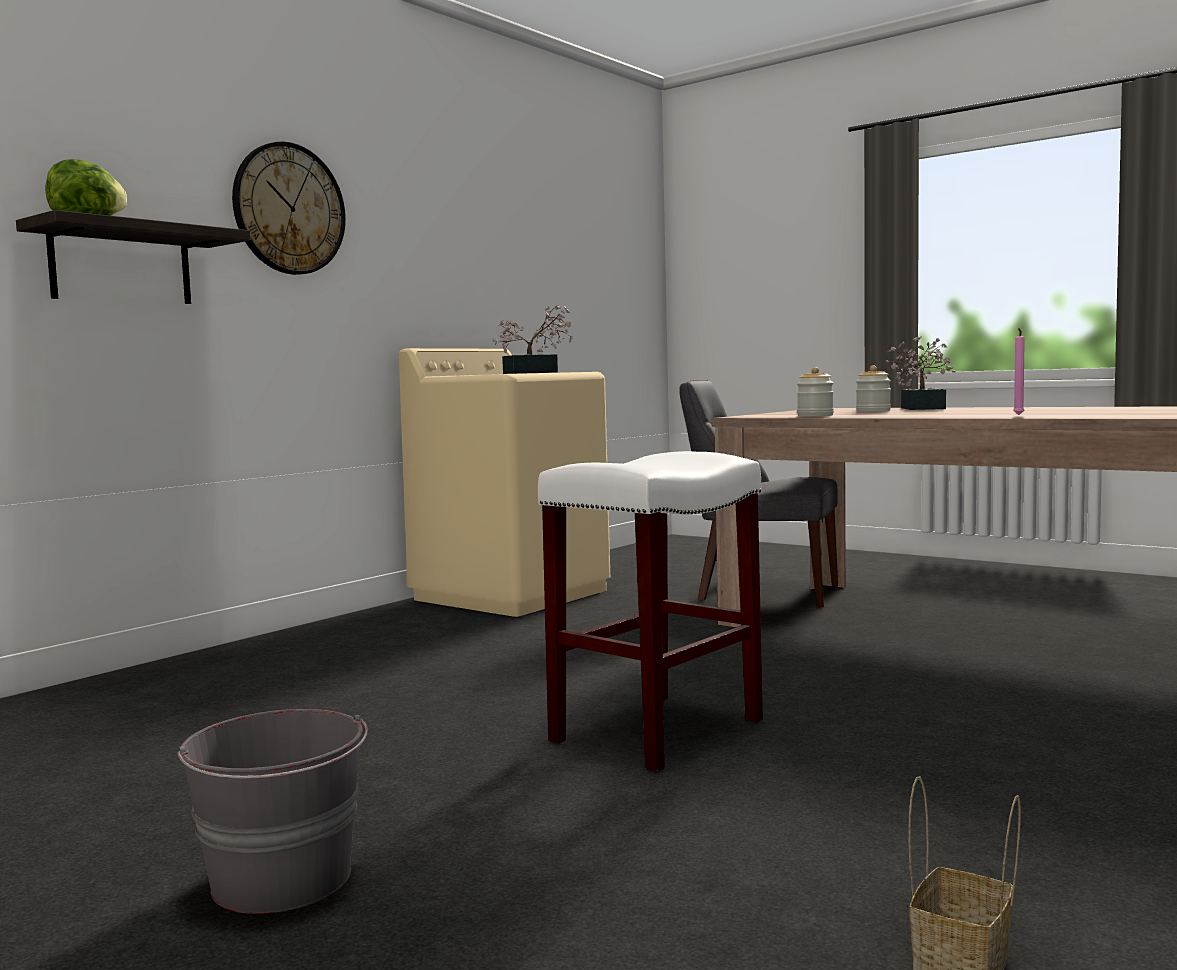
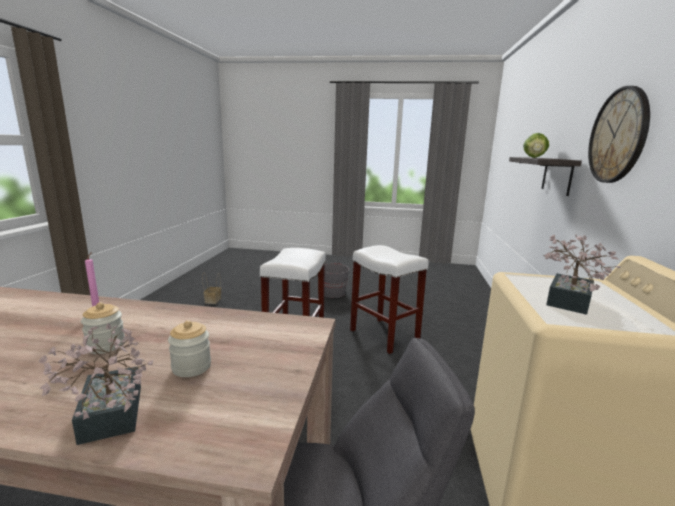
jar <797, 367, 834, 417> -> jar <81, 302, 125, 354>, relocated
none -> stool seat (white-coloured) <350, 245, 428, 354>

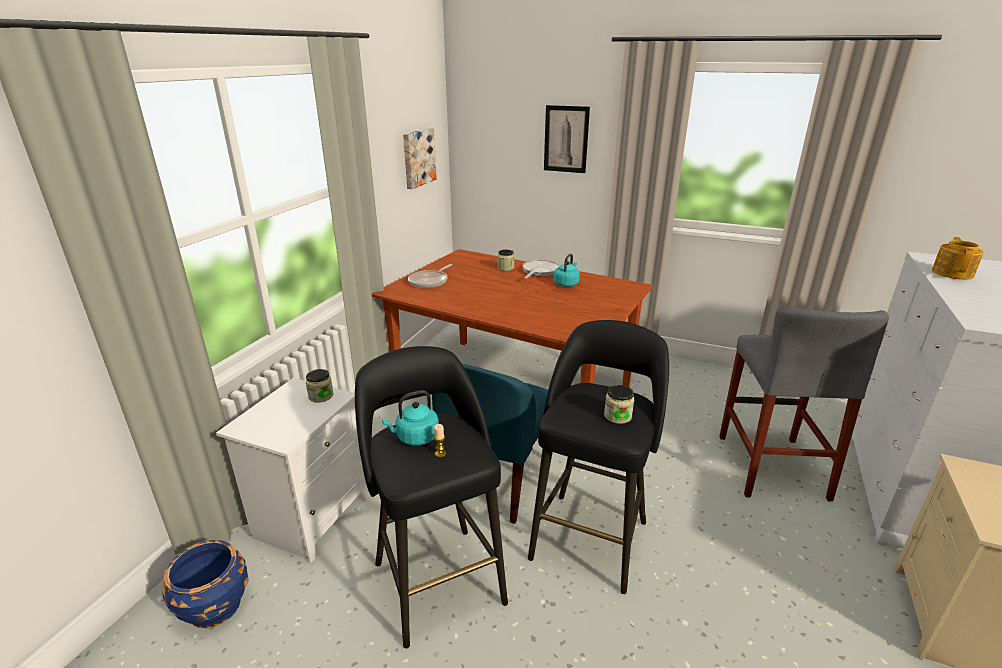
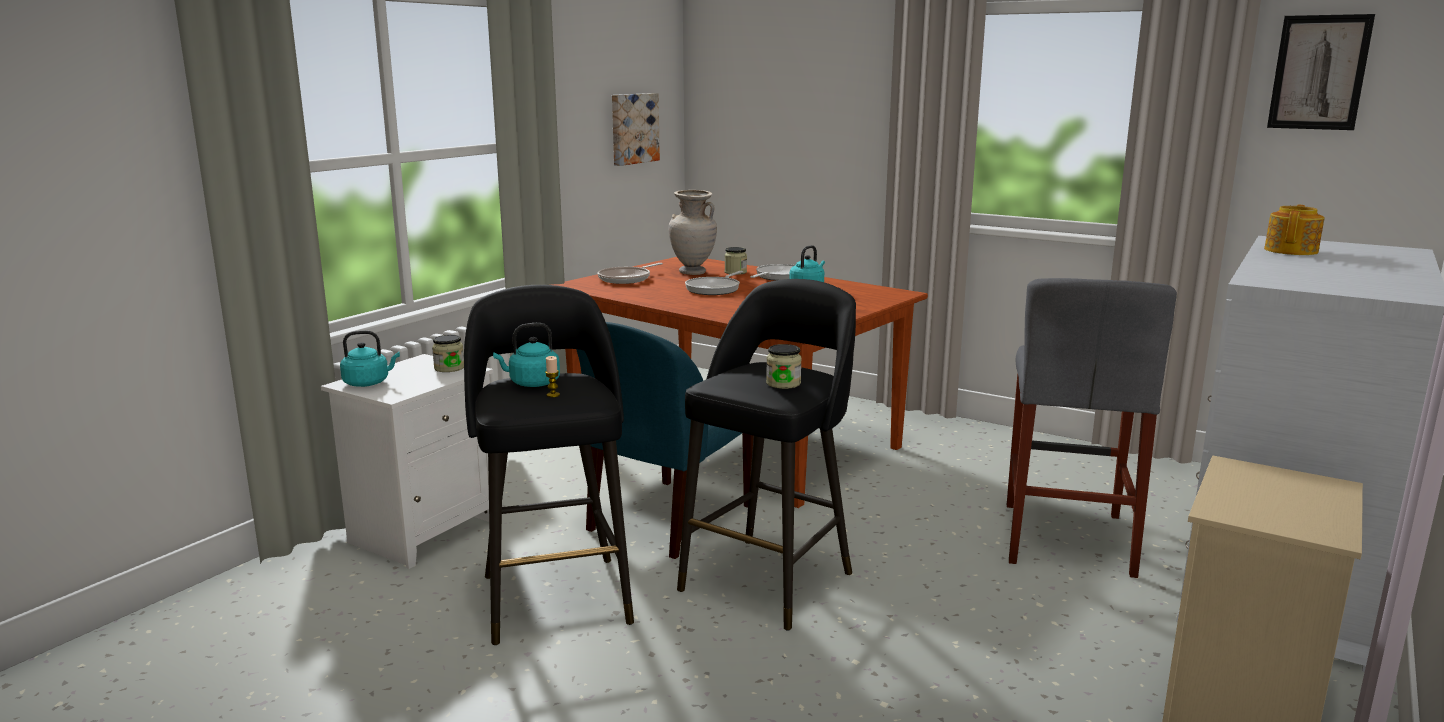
plant pot (blue) <162, 539, 249, 628> -> none
wall picture <544, 105, 590, 173> -> wall picture <1267, 14, 1375, 130>, relocated
none -> kettle (blue-green) <340, 331, 400, 387>
none -> flower vase (beige-coloured) <668, 190, 717, 275>
none -> frying pan <685, 271, 743, 295>

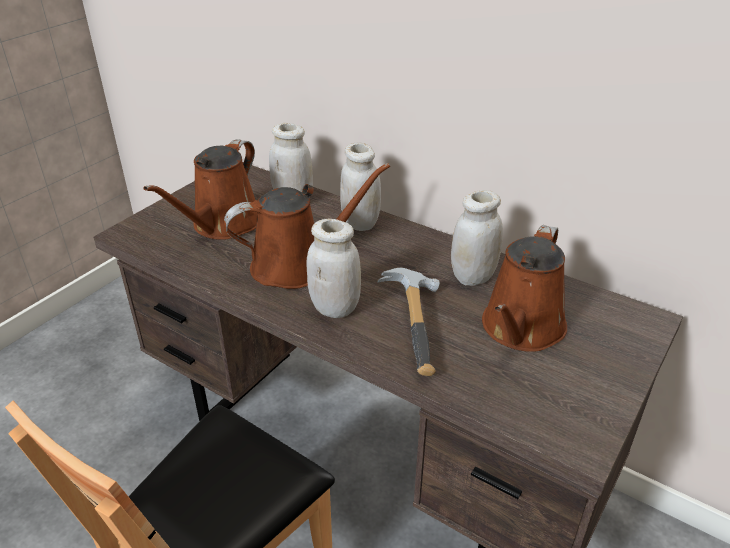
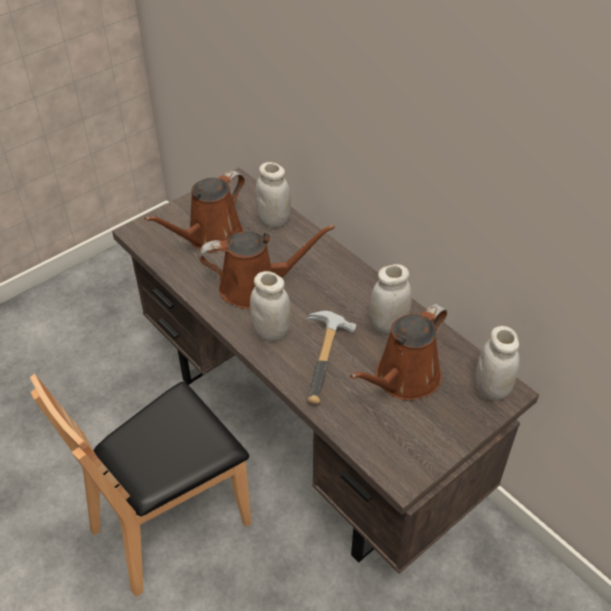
jar (white-coloured) <340, 142, 381, 231> -> jar (white-coloured) <476, 326, 520, 401>, relocated

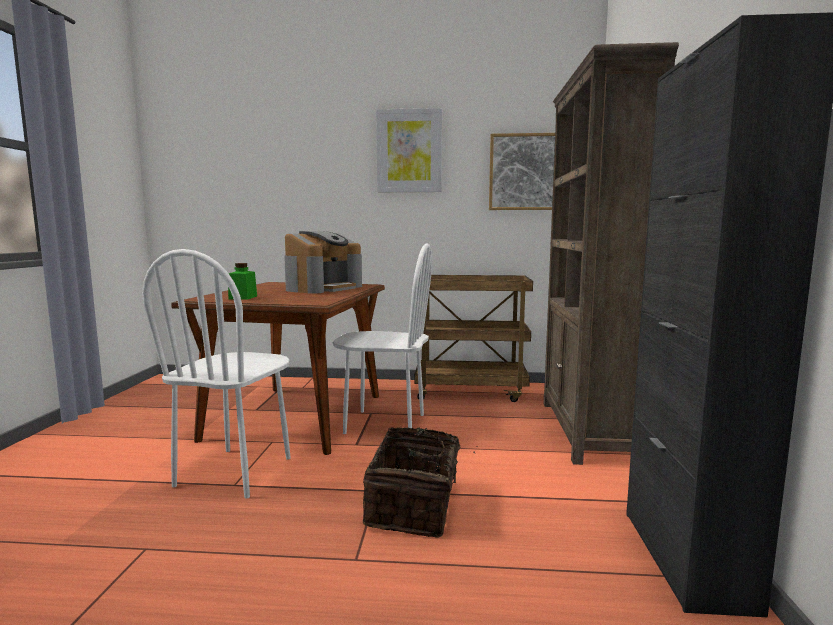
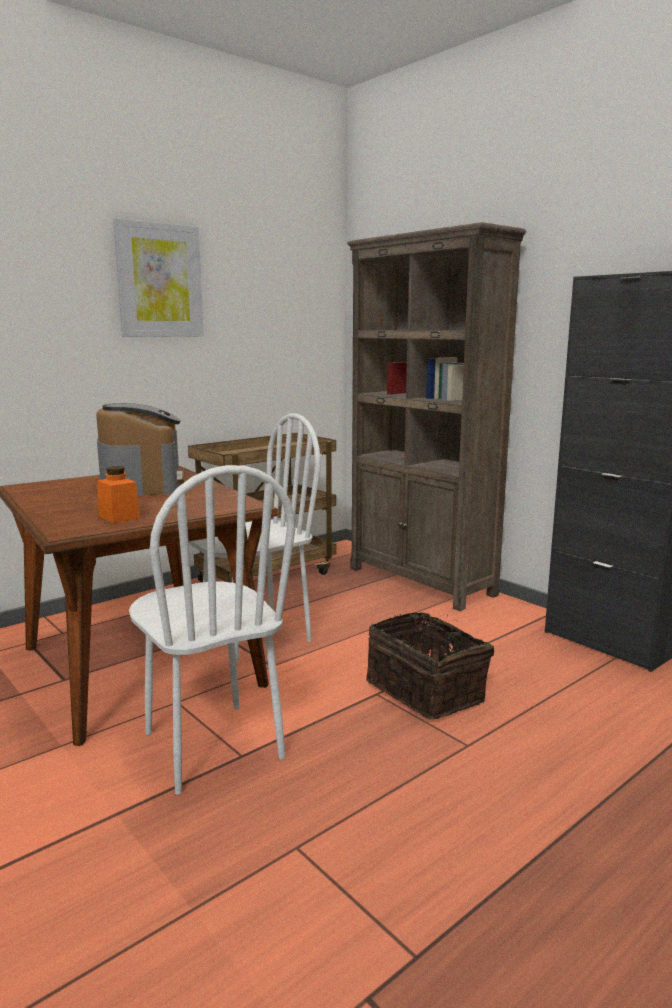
jar (green-coloured) <228, 263, 257, 300> -> jar (orangey) <97, 466, 140, 523>
wall picture <489, 133, 555, 210> -> none

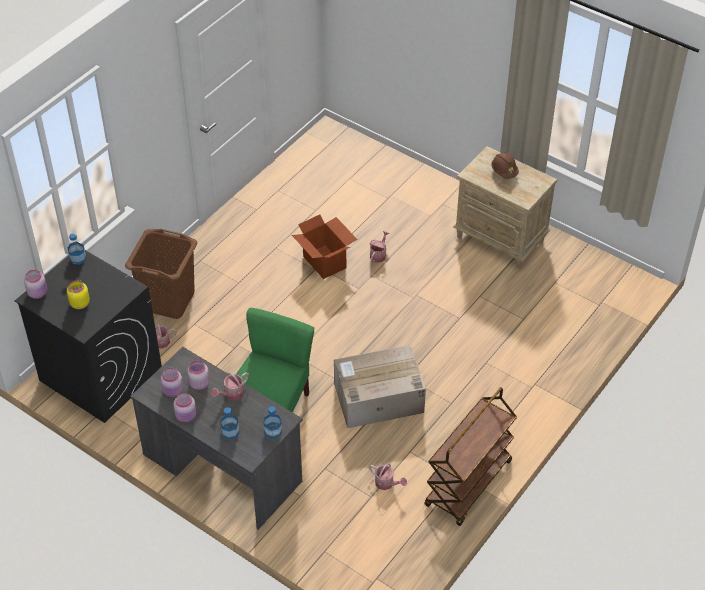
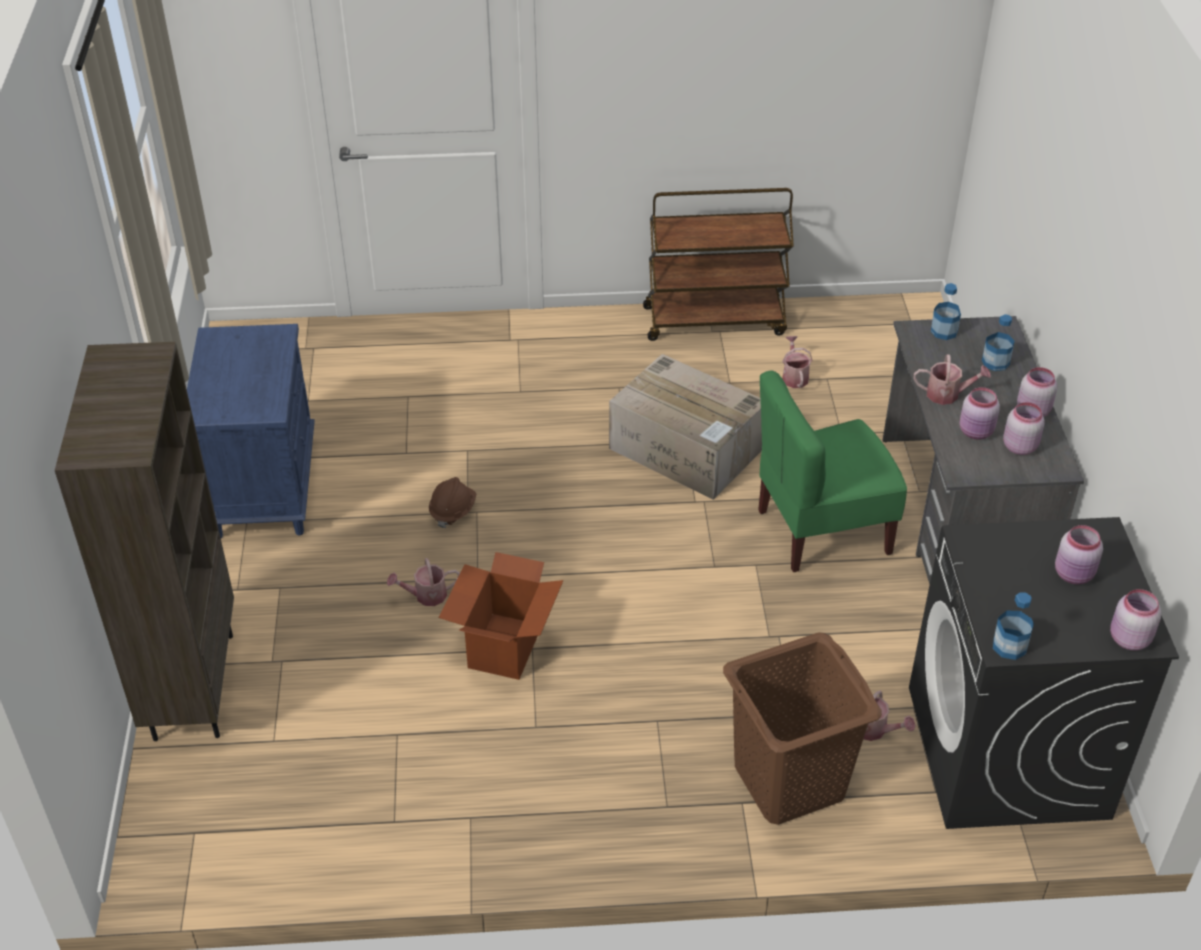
jar (yellowish) <67, 280, 90, 309> -> jar (pinkish) <1055, 525, 1103, 584>
nightstand (beige-coloured) <453, 146, 557, 268> -> nightstand (blue) <187, 324, 315, 538>
safety helmet (brown-coloured) <491, 152, 519, 179> -> safety helmet (brown-coloured) <429, 477, 476, 528>, relocated
none -> shelving unit (brown-coloured) <55, 342, 234, 741>

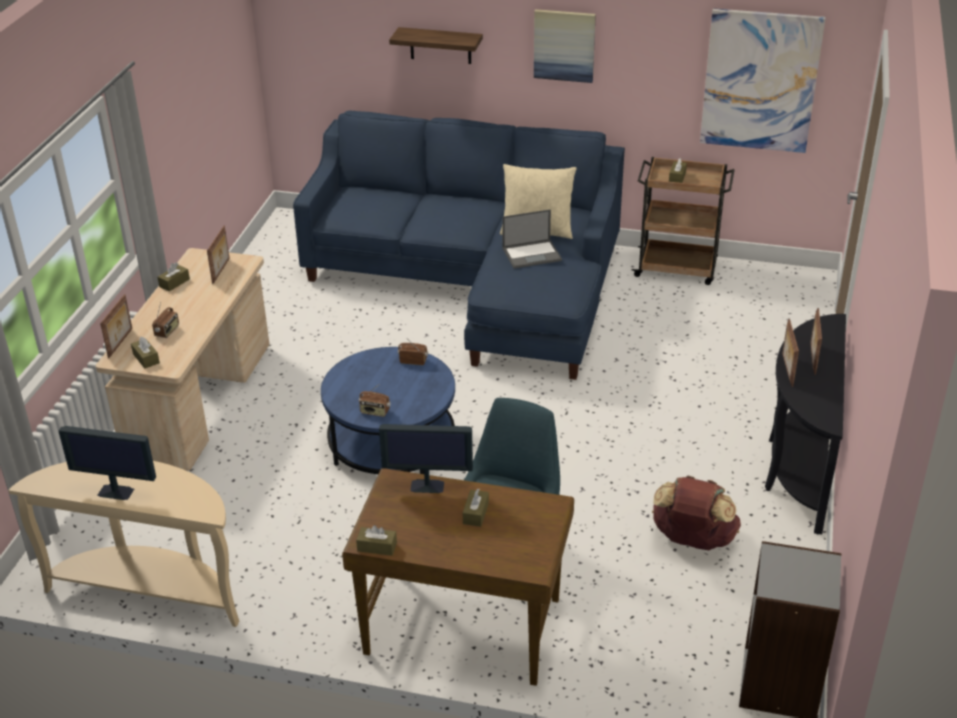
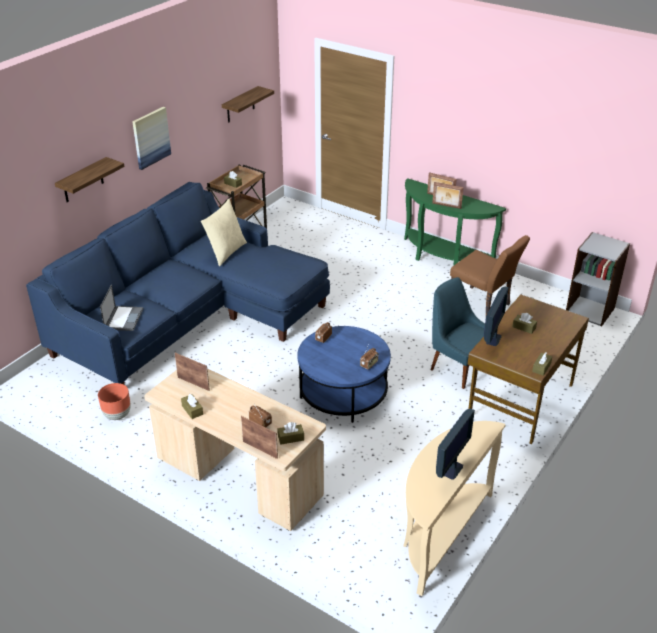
portable computer <502, 209, 562, 269> -> portable computer <100, 285, 143, 331>, relocated
rucksack (brown-coloured) <652, 476, 741, 550> -> plain chair (brown-coloured) <450, 235, 530, 315>
wall picture <700, 8, 826, 153> -> shelf <222, 86, 274, 122>
console table (black-coloured) <765, 314, 846, 534> -> console table (green-coloured) <404, 178, 506, 266>
none -> plant pot (brown-coloured) <98, 383, 131, 420>

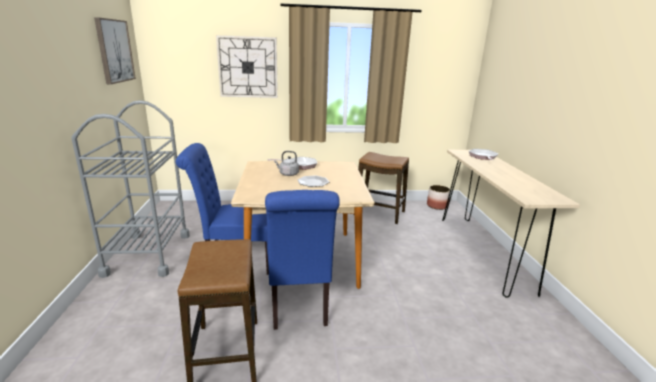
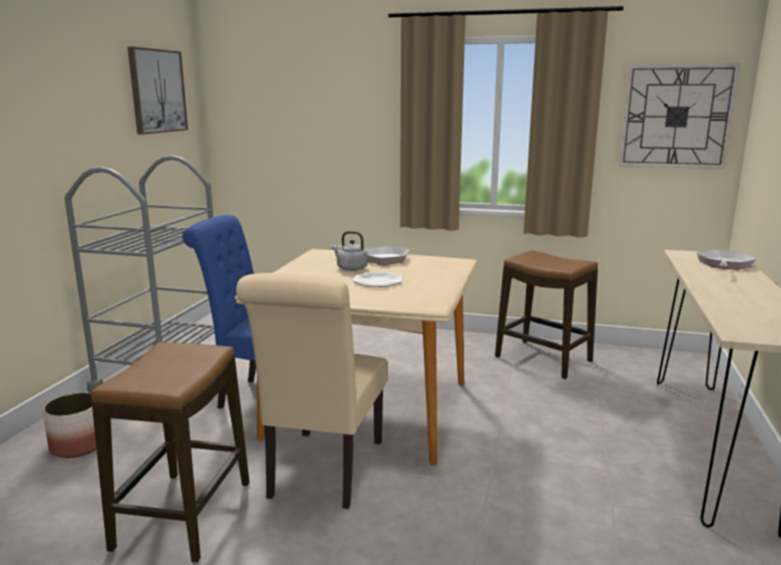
wall clock <216, 35, 278, 98> -> wall clock <619, 63, 741, 169>, relocated
plain chair (blue) <265, 190, 340, 330> -> plain chair (beige-coloured) <236, 273, 388, 509>
plant pot <427, 185, 450, 210> -> plant pot <42, 392, 96, 458>, relocated

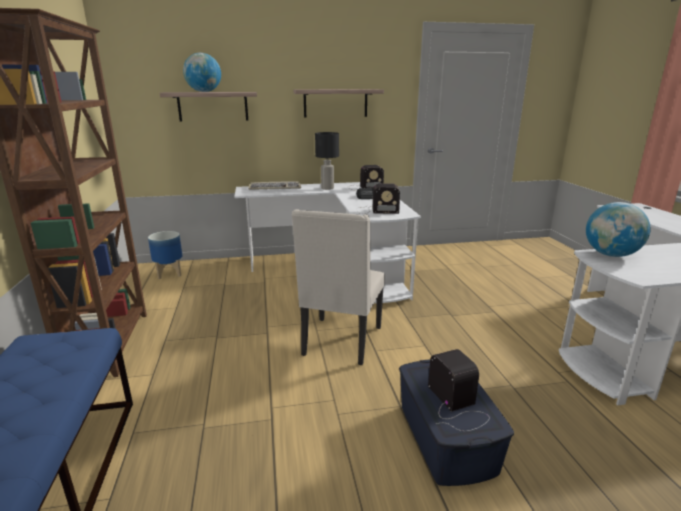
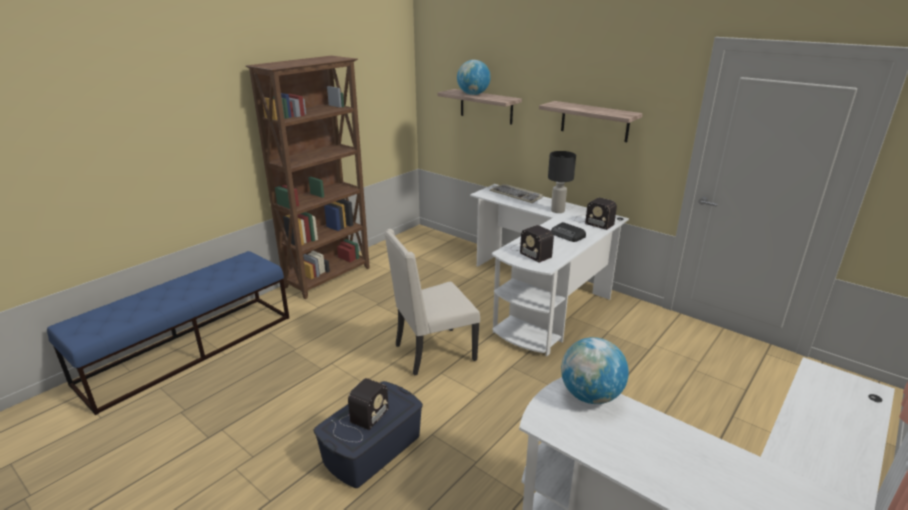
plant pot <148, 231, 183, 279> -> none

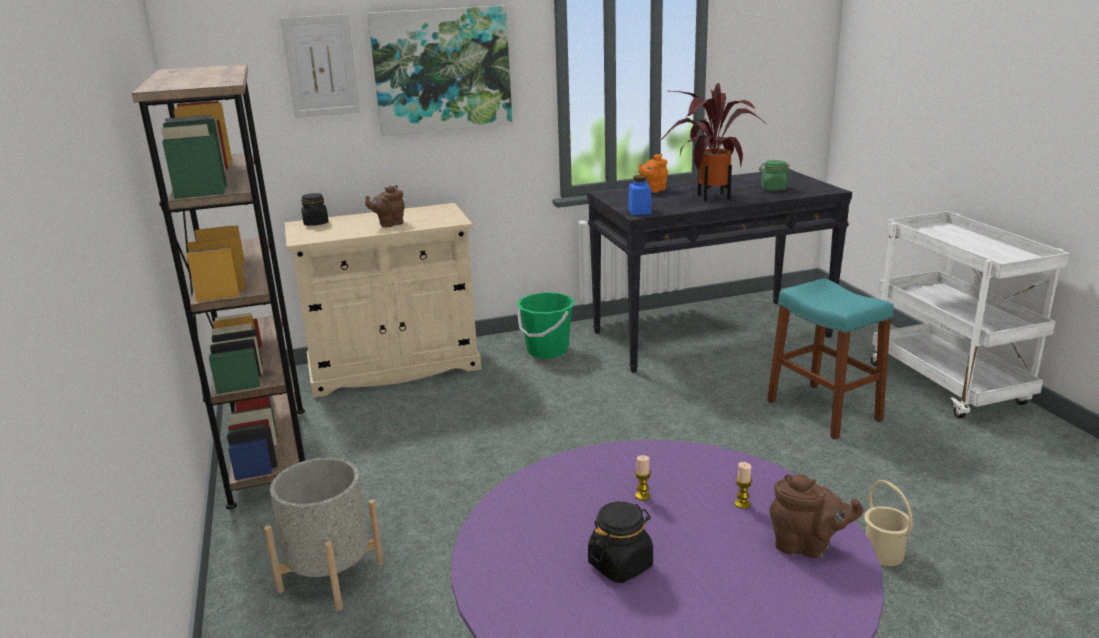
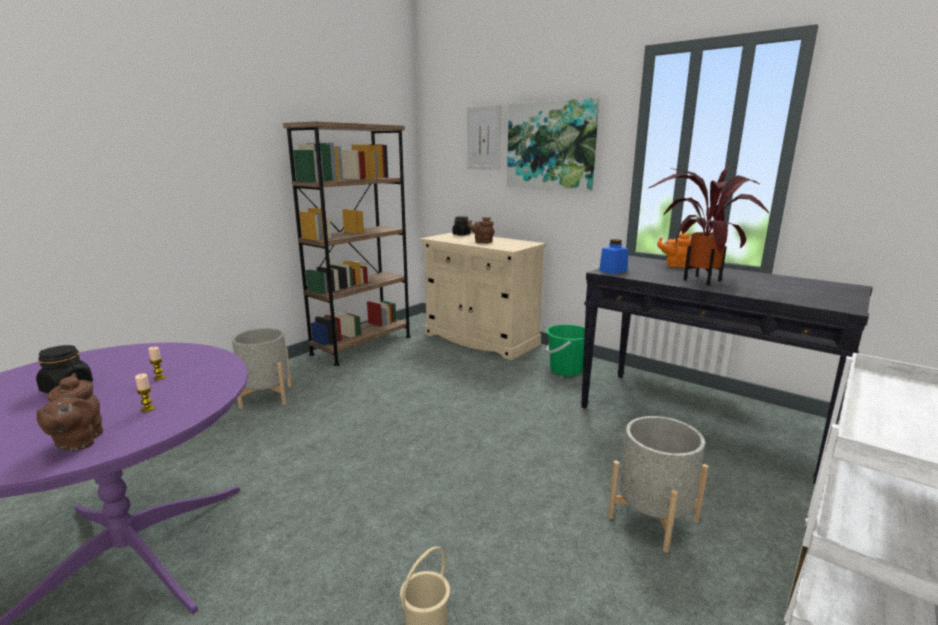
jar (green-coloured) <759, 160, 790, 191> -> none
stool seat (blue-green) <767, 279, 894, 440> -> plant pot (gray) <608, 416, 709, 553>

